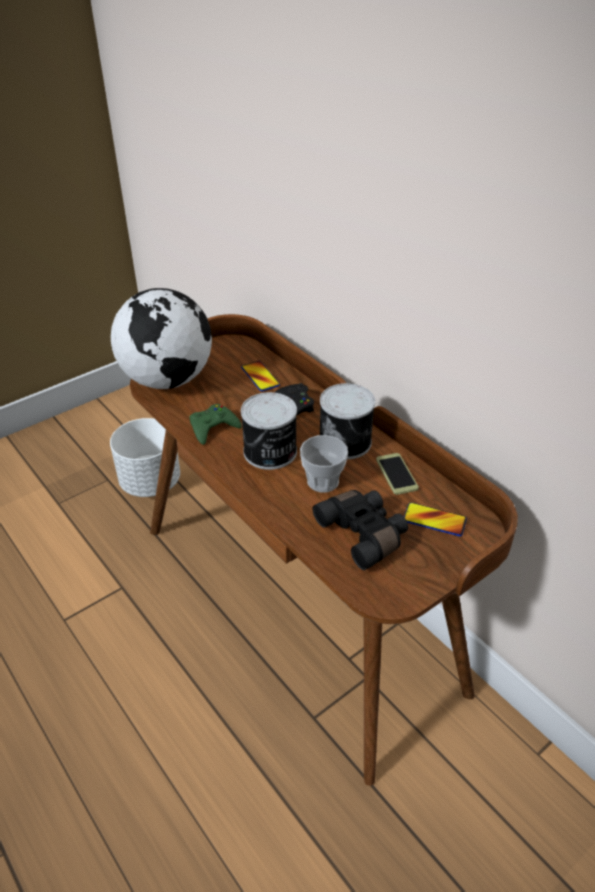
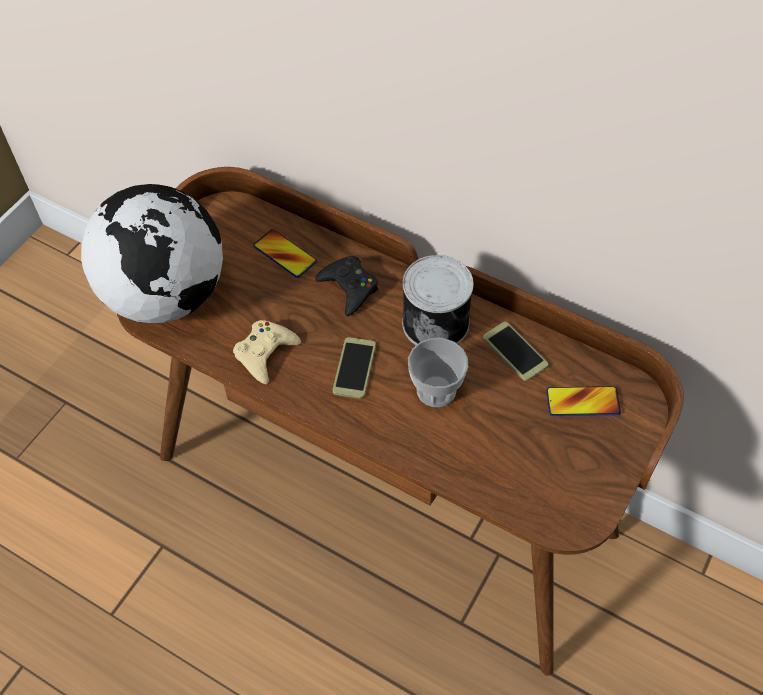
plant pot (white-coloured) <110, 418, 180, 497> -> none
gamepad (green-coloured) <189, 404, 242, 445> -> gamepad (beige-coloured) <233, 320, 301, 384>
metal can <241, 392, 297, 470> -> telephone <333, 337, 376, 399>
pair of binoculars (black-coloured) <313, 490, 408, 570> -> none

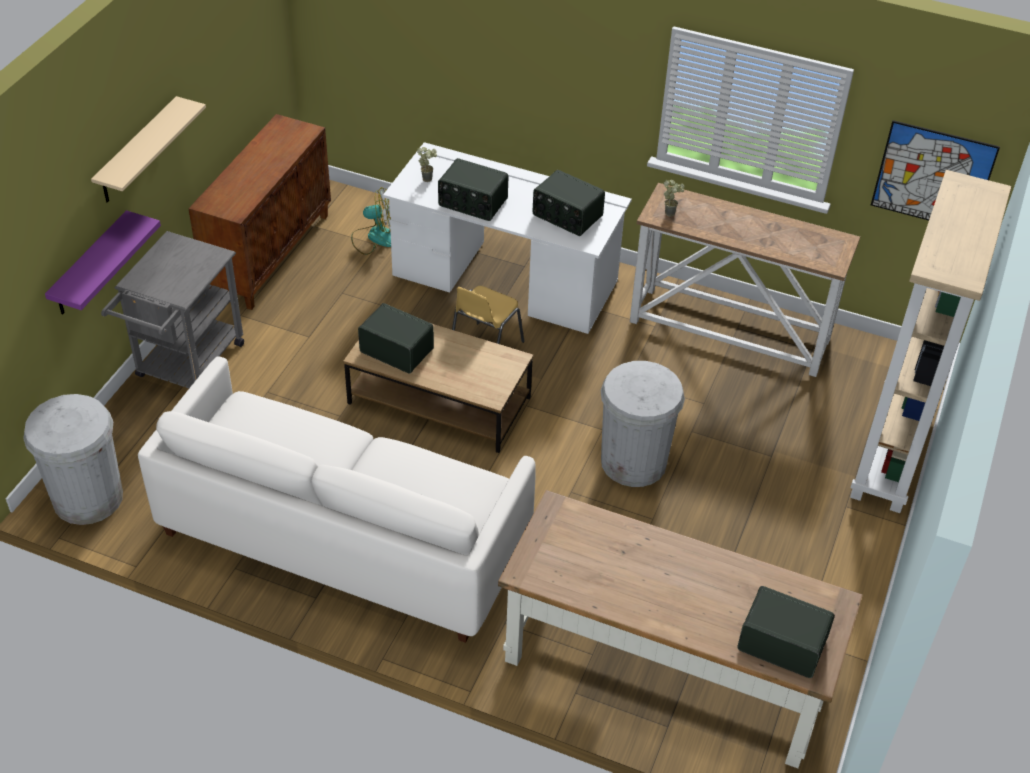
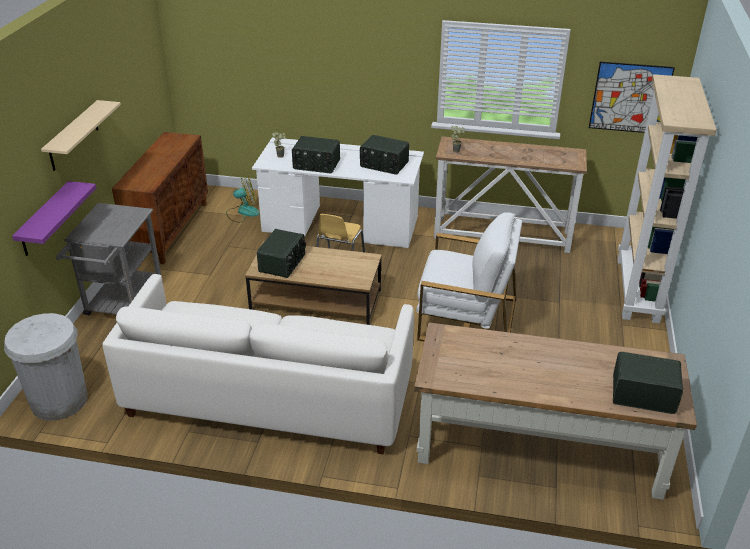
radio <358, 303, 434, 374> -> radio <257, 229, 306, 278>, 90 degrees clockwise
waste bin (white-coloured) <601, 361, 685, 487> -> easy chair (white-coloured) <416, 212, 522, 341>

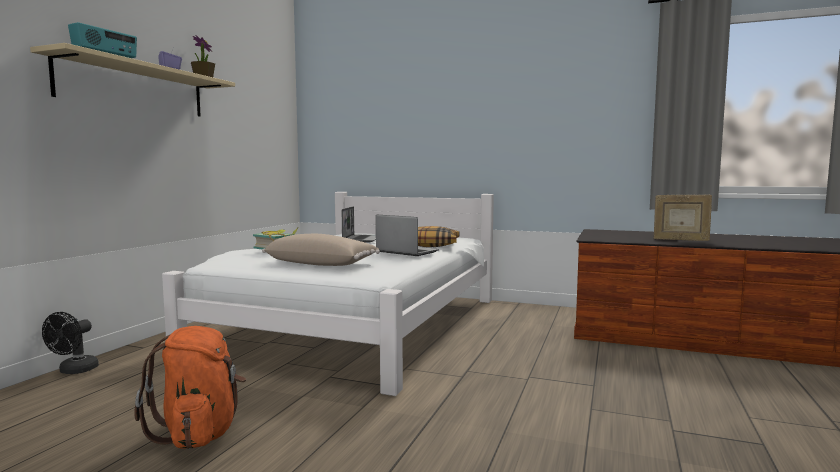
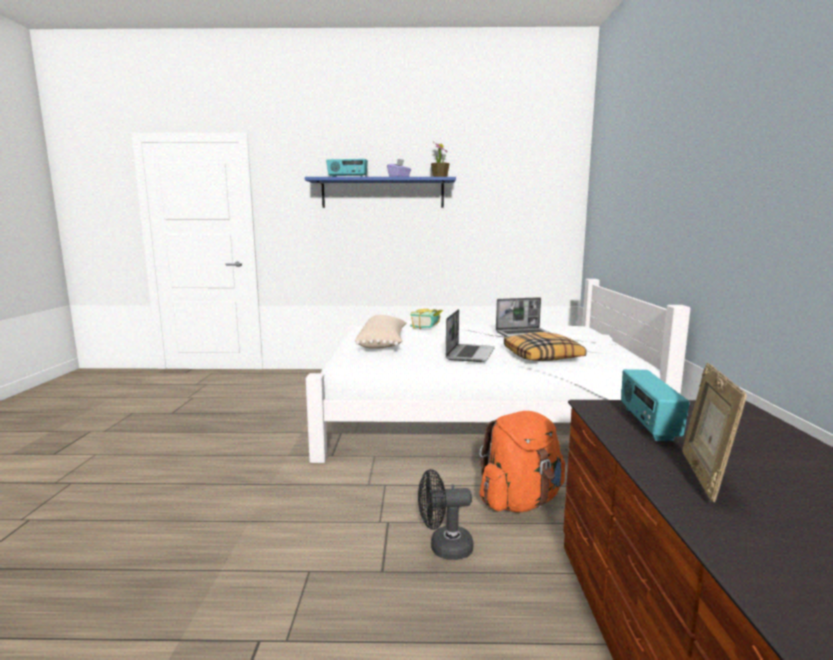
shelf (beige-coloured) <30, 43, 235, 117> -> shelf (blue) <305, 177, 456, 208>
cooling fan (black-coloured) <42, 312, 99, 374> -> cooling fan (black-coloured) <418, 469, 473, 560>, relocated
rucksack (orangey) <134, 326, 246, 449> -> rucksack (orangey) <479, 411, 565, 513>, relocated
none -> radio <621, 369, 689, 441>

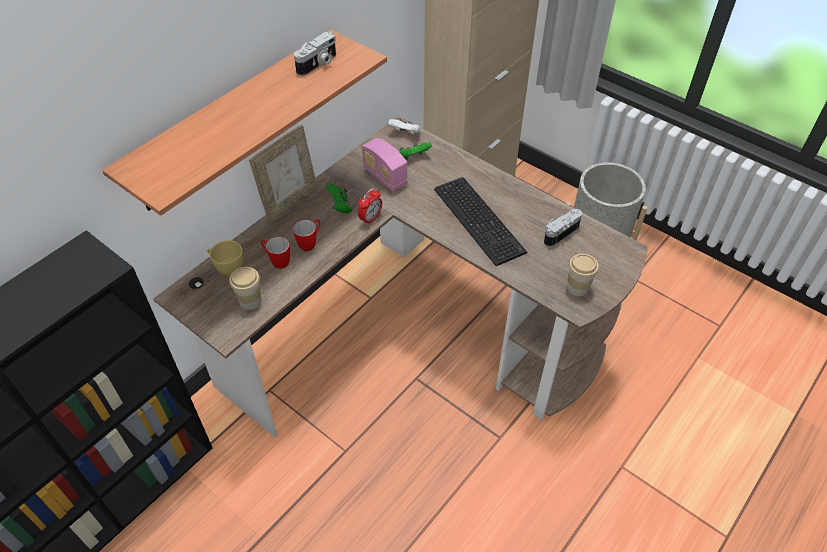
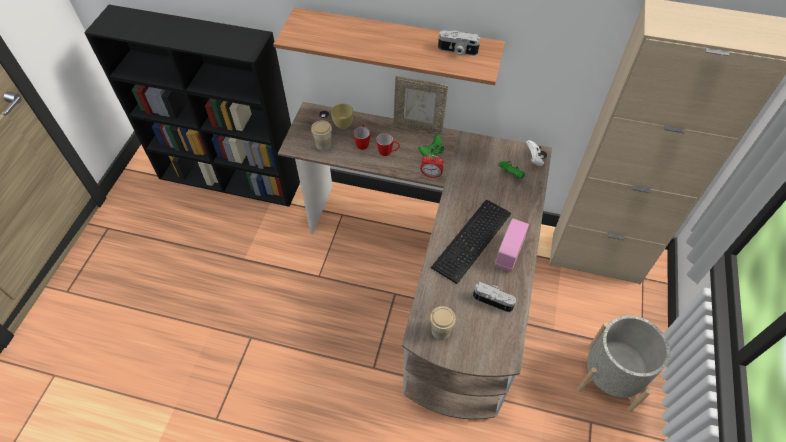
radio <362, 138, 408, 192> -> radio <495, 218, 529, 272>, relocated

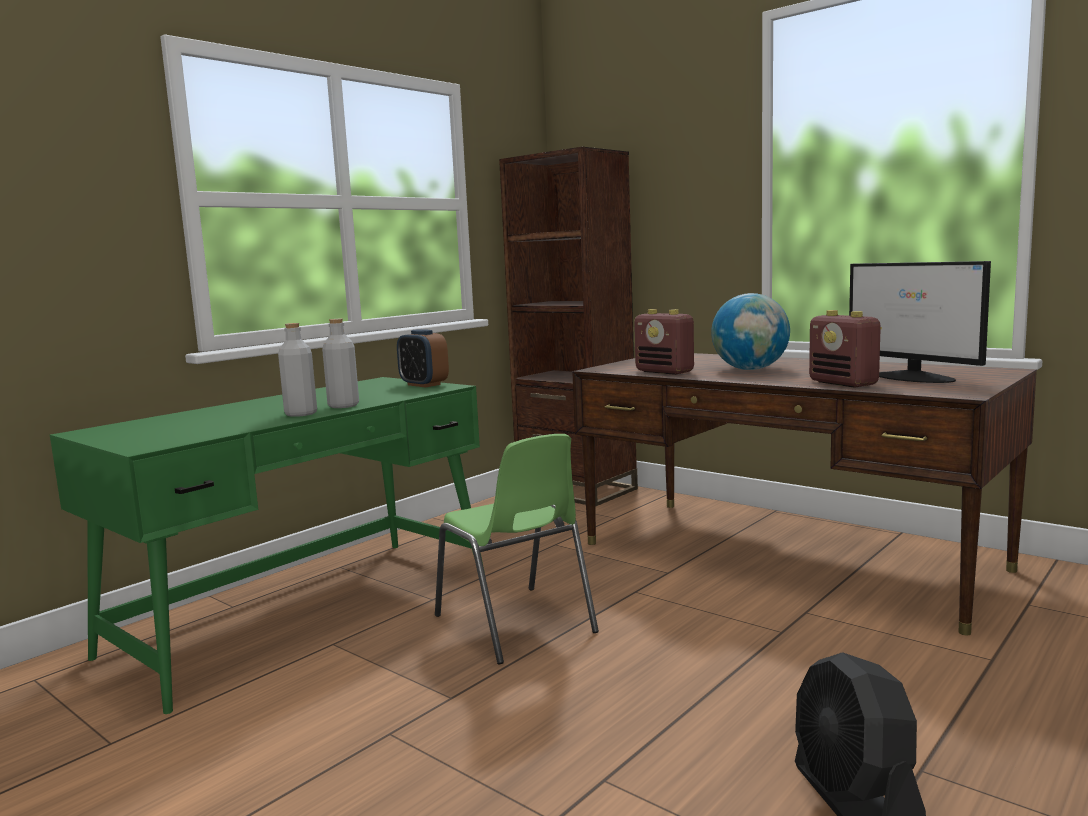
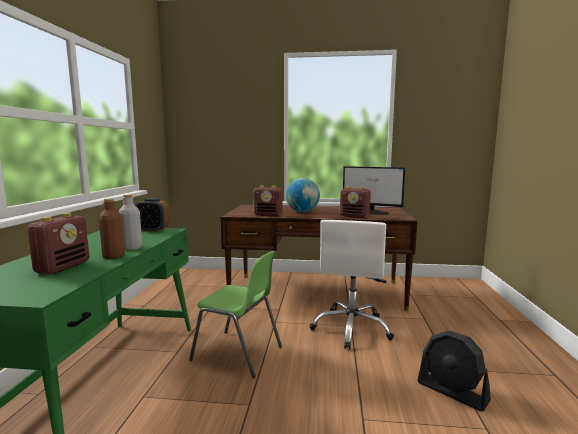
bottle (gray) <278, 323, 317, 417> -> bottle (brown-coloured) <99, 198, 125, 259>
shelving unit (brown-coloured) <499, 147, 638, 507> -> none
none -> radio <27, 213, 89, 274>
none -> computer chair (white-coloured) <310, 220, 394, 349>

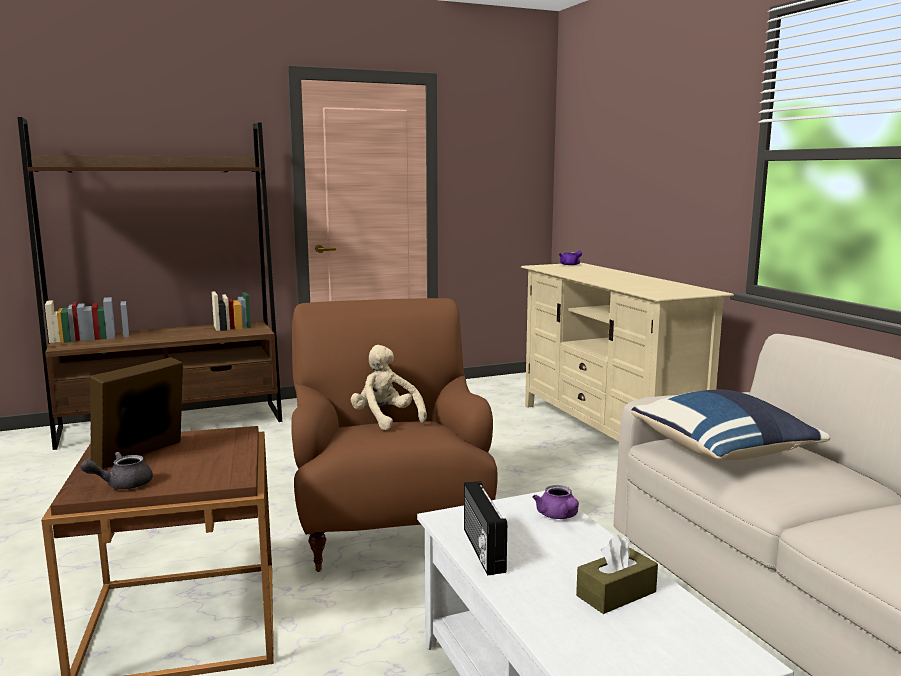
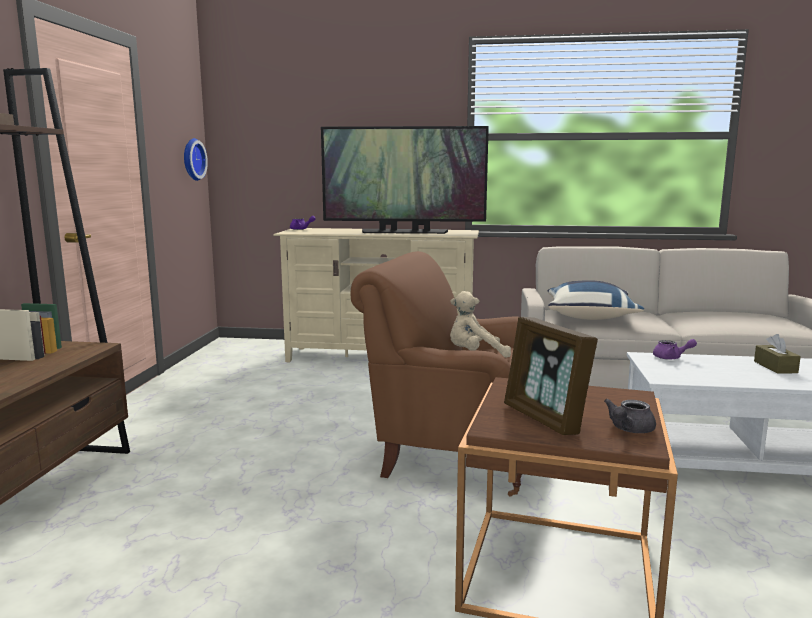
pot for tea (gray) <80, 452, 153, 489> -> pot for tea (gray) <604, 399, 656, 433>, 45 degrees clockwise
radio <464, 481, 507, 575> -> none
none -> wall clock <184, 138, 208, 181>
none -> TV <321, 126, 489, 234>

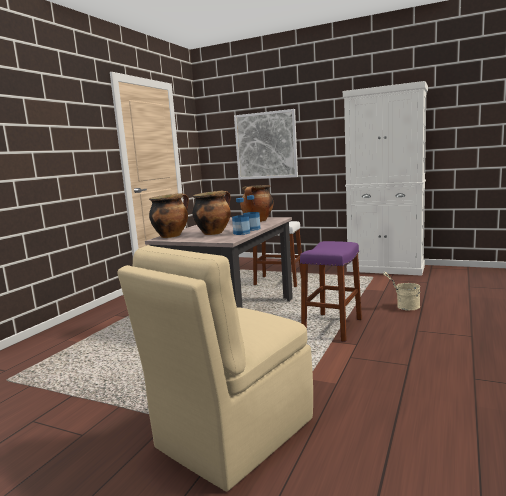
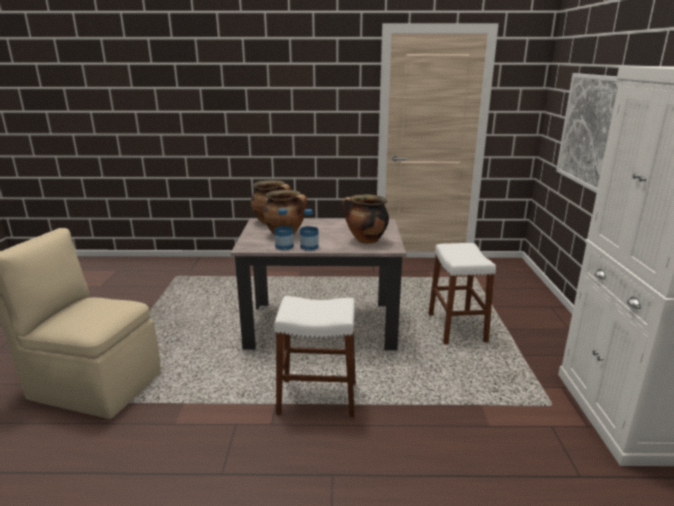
stool seat (purple) <300, 241, 362, 342> -> stool seat (white-coloured) <274, 296, 356, 418>
pail (beige-coloured) <383, 272, 420, 311> -> none

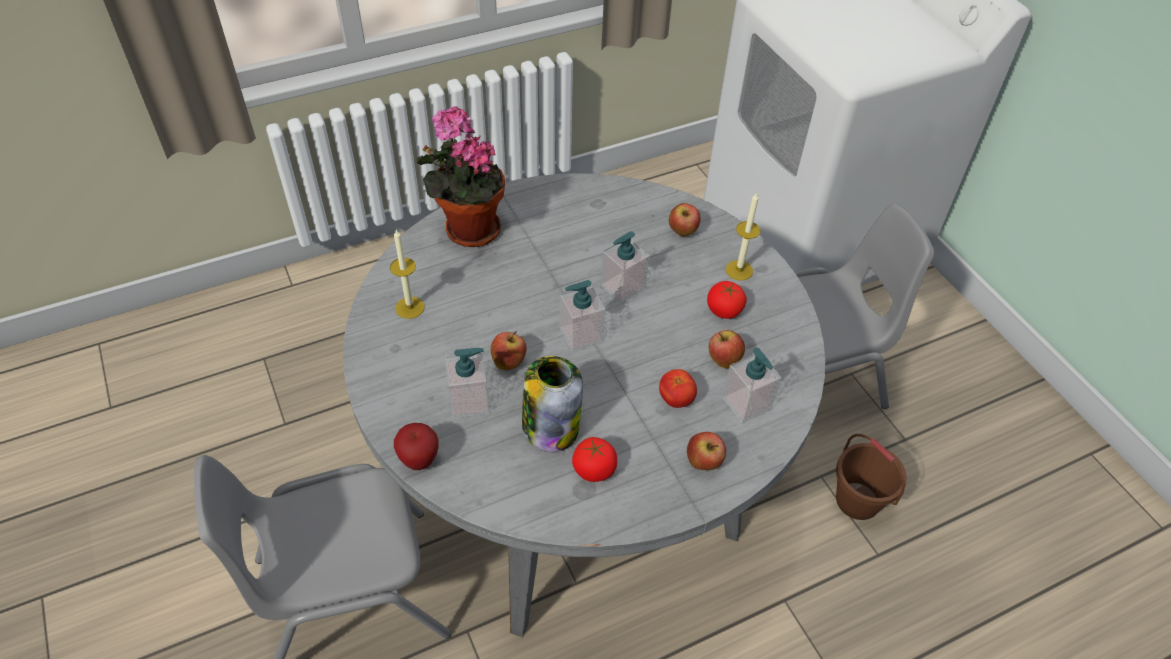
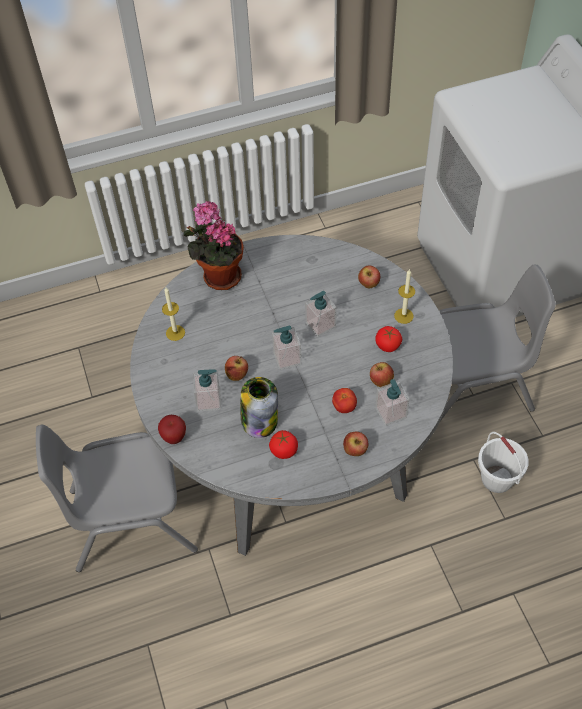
pail (brown-coloured) <836, 434, 907, 520> -> pail (white-coloured) <478, 432, 529, 493>

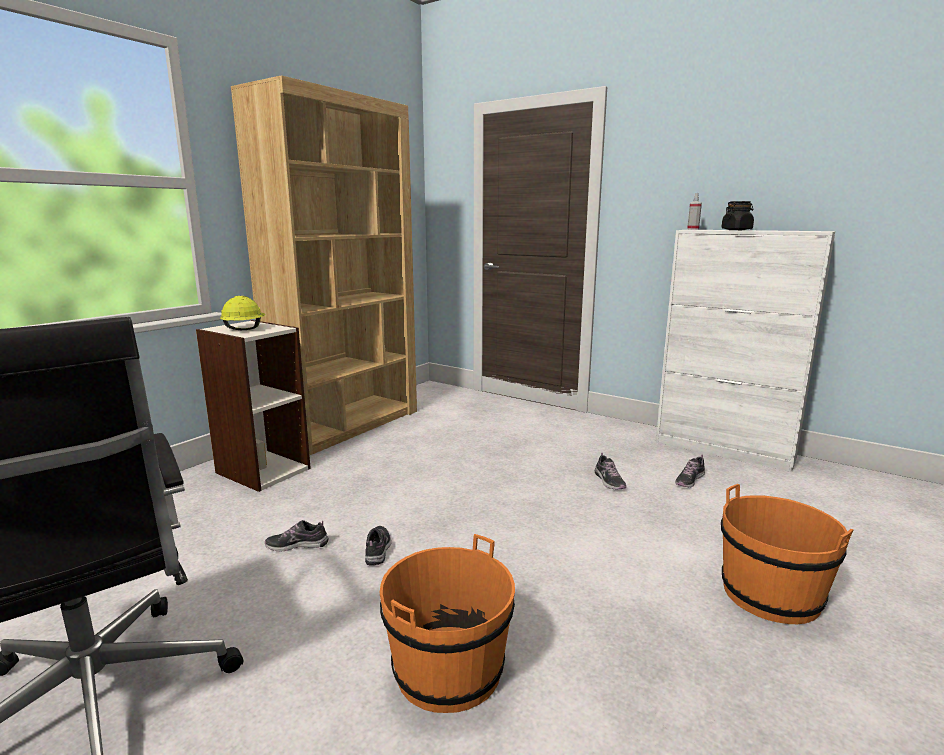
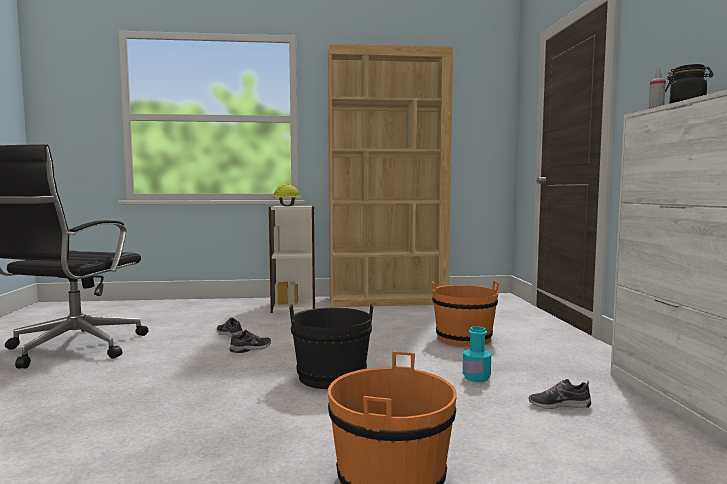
pail (orangey) <379, 534, 515, 713> -> pail (orangey) <432, 280, 499, 347>, relocated
shoe <595, 453, 626, 489> -> bottle (blue-green) <463, 326, 491, 382>
none -> pail (black-coloured) <289, 304, 374, 389>

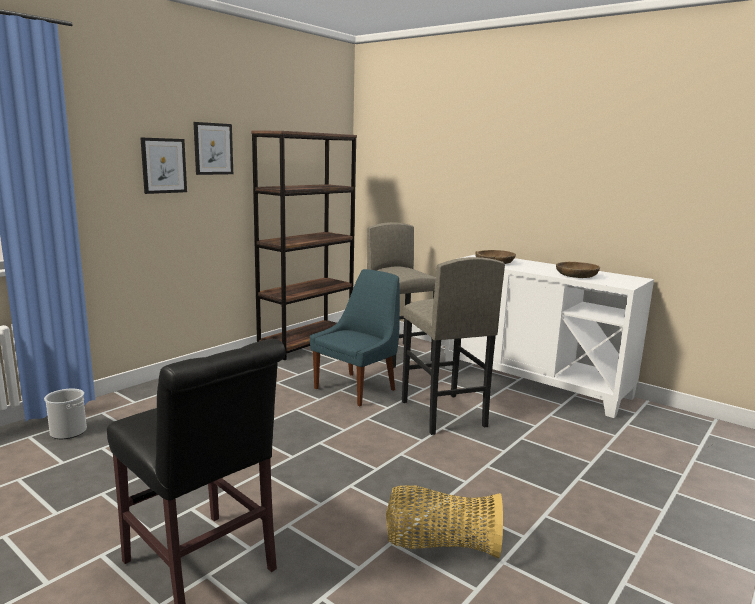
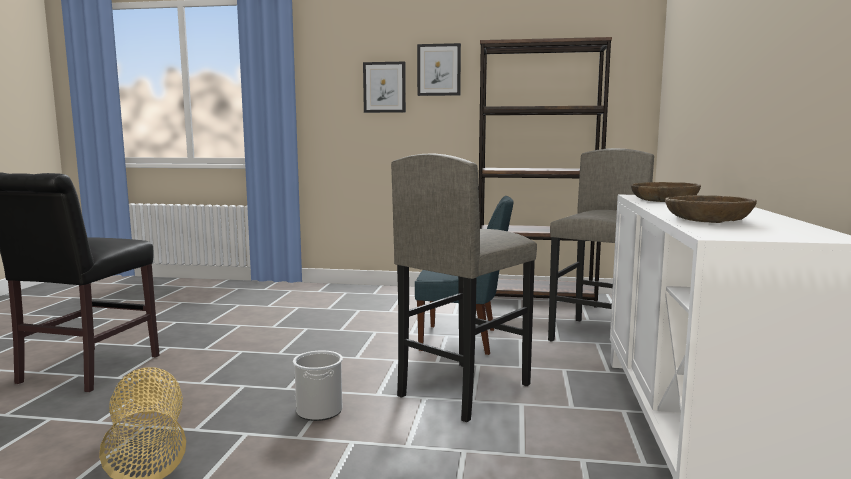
pail <44, 389, 87, 439> -> pail <293, 350, 343, 421>, relocated

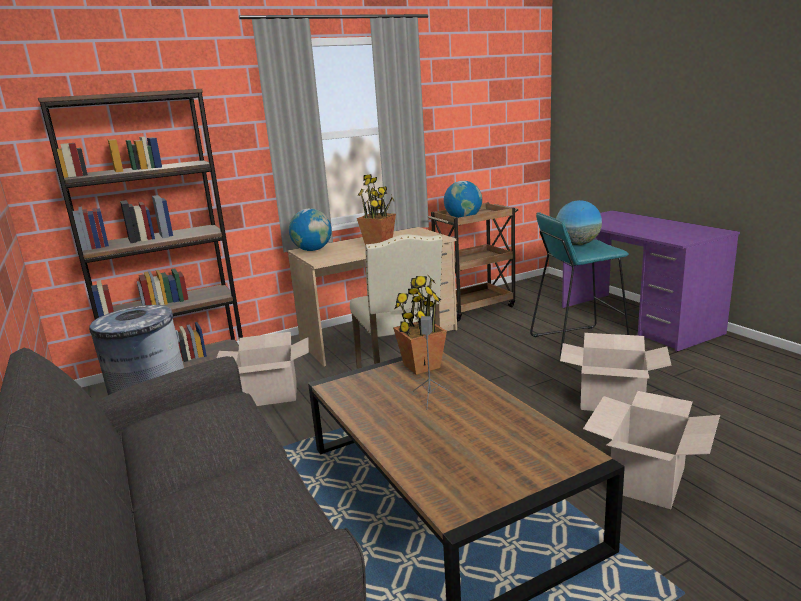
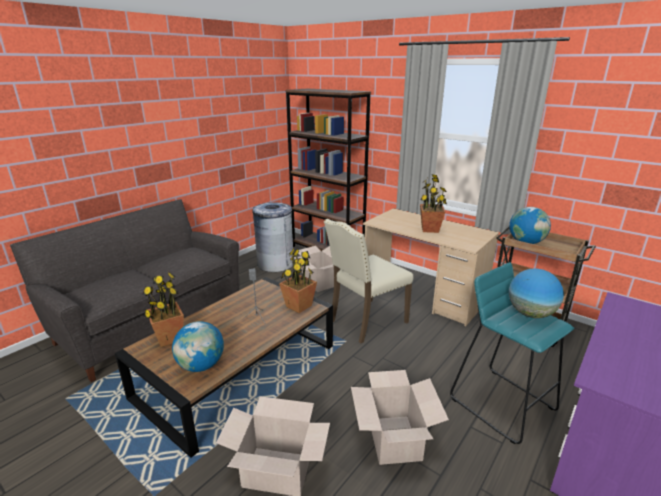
globe <289, 208, 332, 251> -> globe <172, 321, 224, 372>, relocated
none -> plant in a pot <142, 272, 184, 347>

